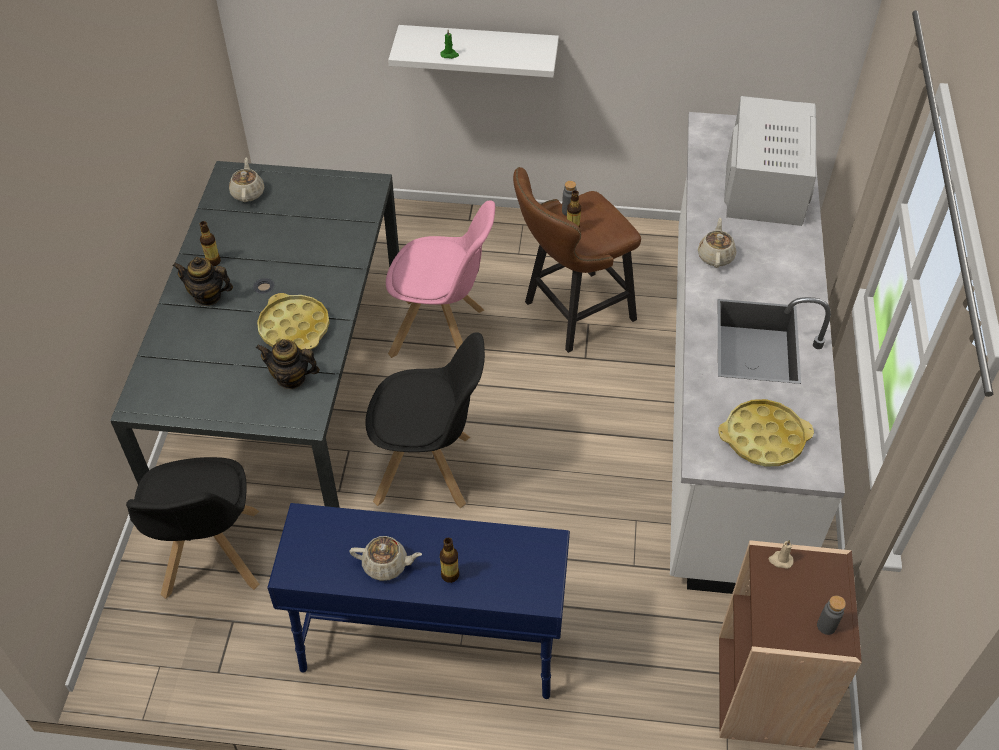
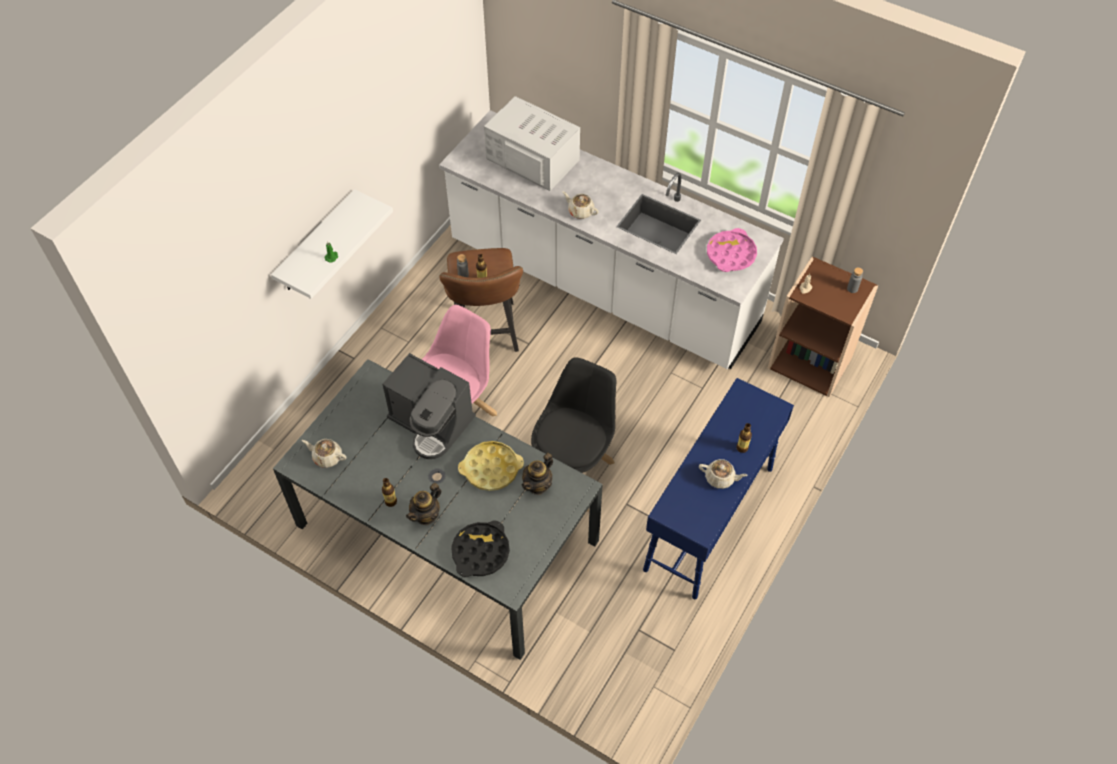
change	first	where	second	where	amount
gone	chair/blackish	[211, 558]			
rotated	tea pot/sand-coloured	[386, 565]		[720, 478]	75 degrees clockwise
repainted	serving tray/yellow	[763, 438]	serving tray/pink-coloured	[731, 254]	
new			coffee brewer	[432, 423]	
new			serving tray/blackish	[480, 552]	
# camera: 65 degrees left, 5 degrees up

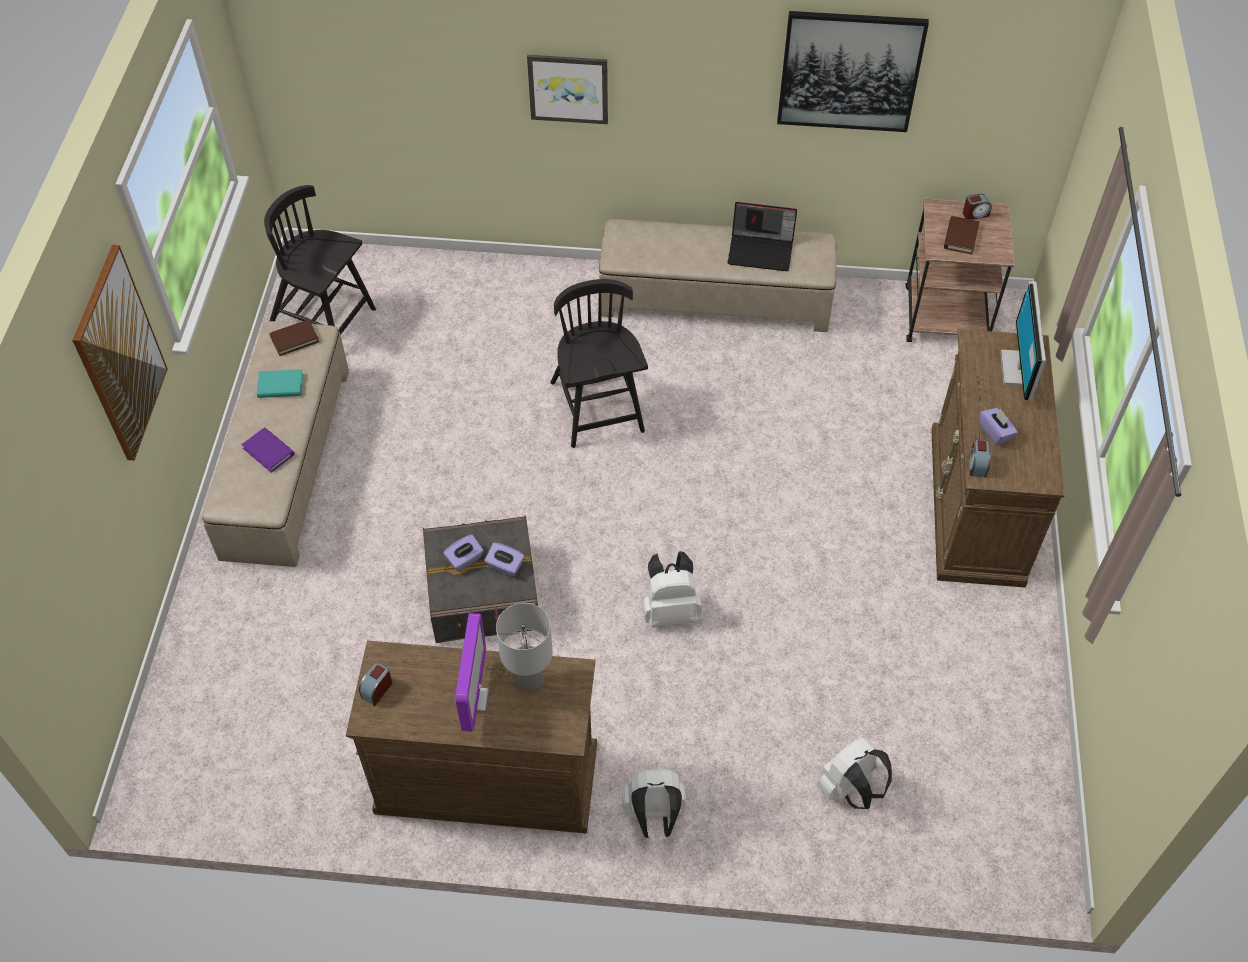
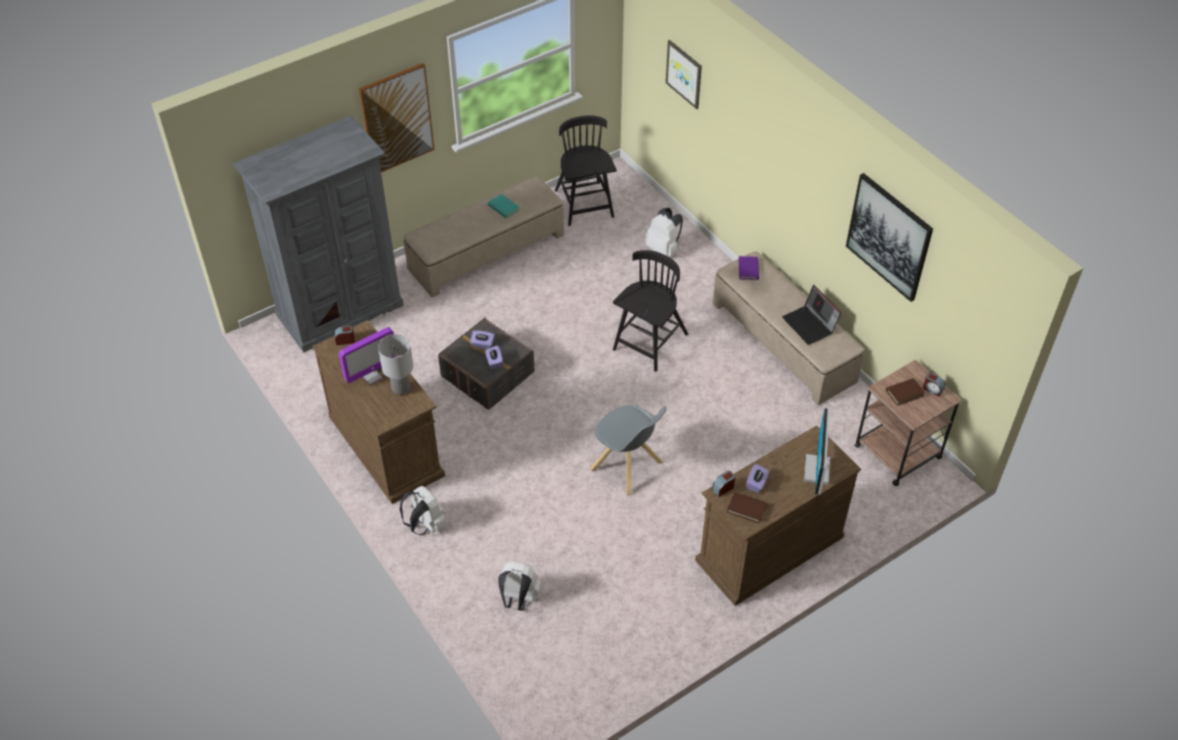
change	first	where	second	where	amount
shifted	volume/purple	[269, 451]		[748, 269]	
shifted	volume/brownish	[294, 339]		[746, 508]	
shifted	wall picture	[568, 88]		[684, 74]	
shifted	rucksack/whitish	[670, 611]		[663, 249]	
rotated	monitor	[1020, 369]		[818, 470]	45 degrees counterclockwise
new			armoire/grey	[340, 310]	
new			chair/grey	[628, 467]	
# camera: 50 degrees right, 5 degrees down

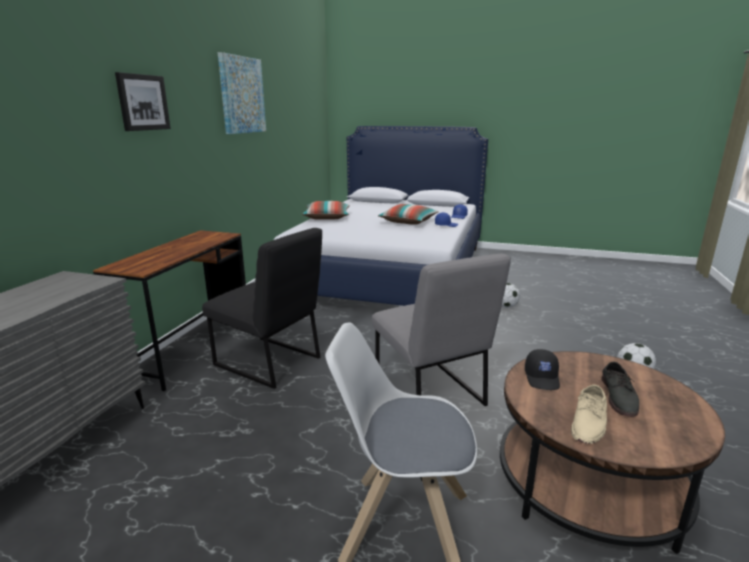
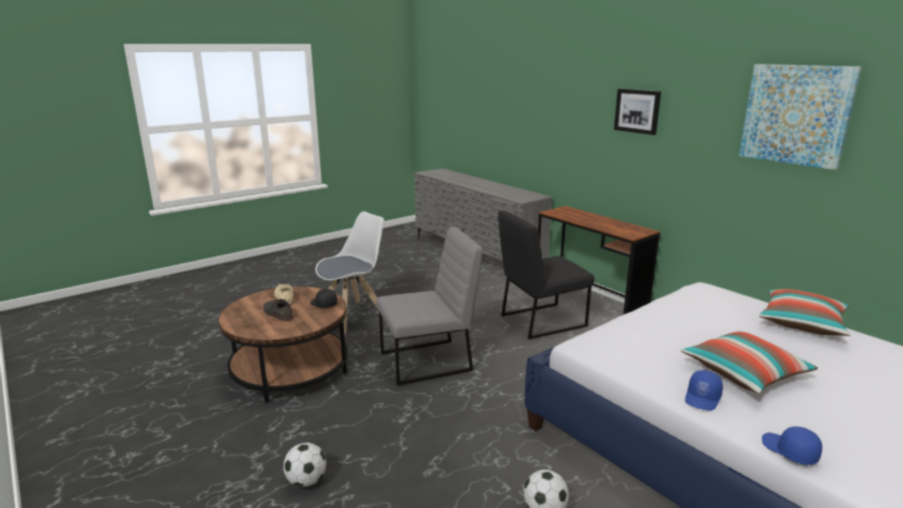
change	first	where	second	where	amount
rotated	chair/grey	[430, 393]		[429, 361]	150 degrees clockwise
# camera: 125 degrees right, 0 degrees up

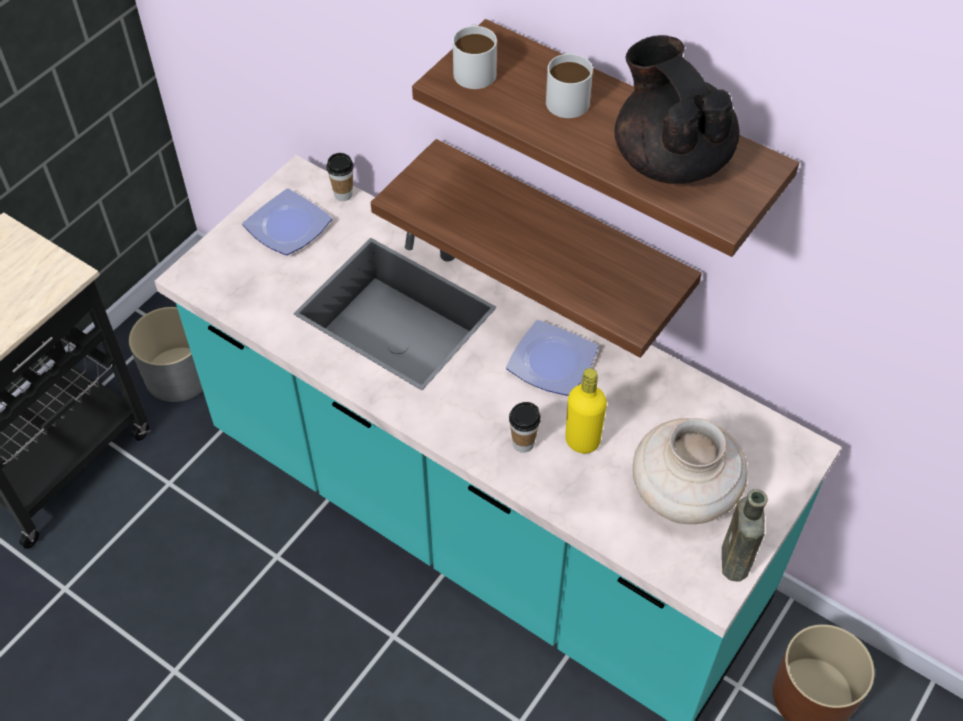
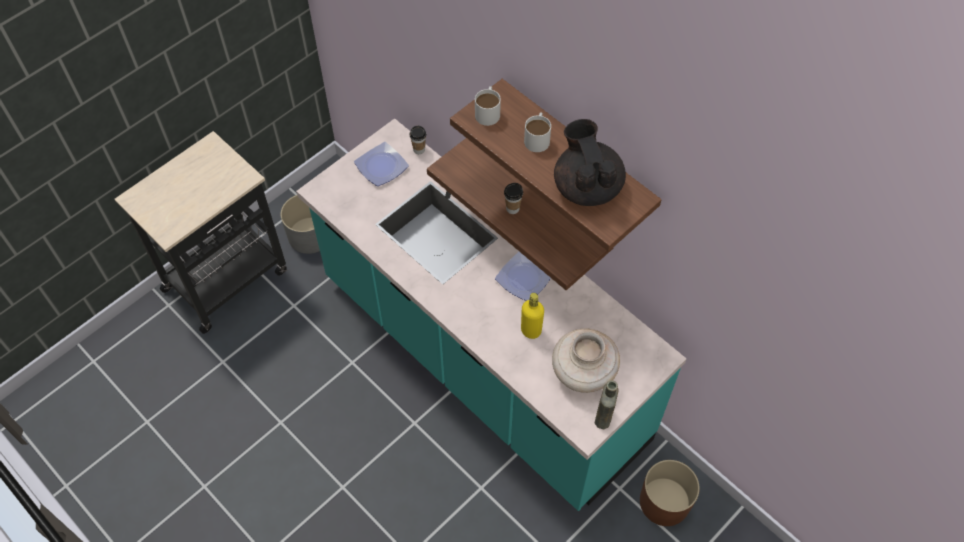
change	first	where	second	where	amount
shifted	small cup	[523, 443]		[512, 208]	
# camera: 10 degrees right, 5 degrees up

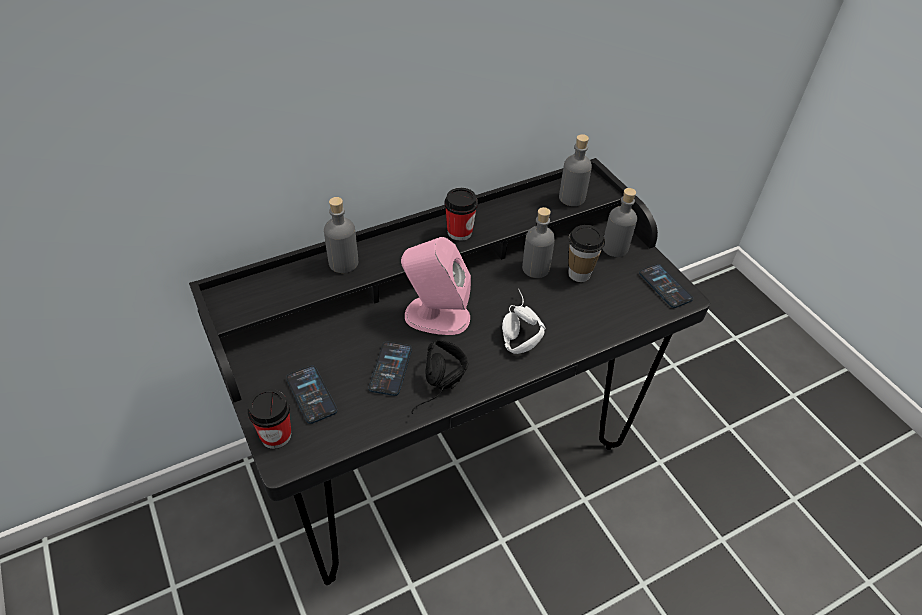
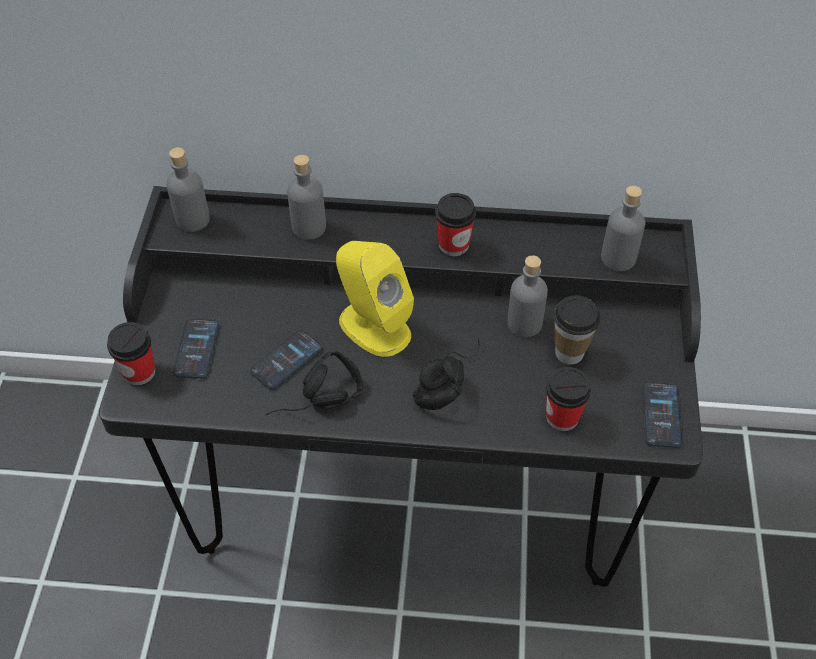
change	first	where	second	where	amount
repainted	speaker/pink-coloured	[436, 316]	speaker/yellow	[374, 326]	
repainted	headphones/whitish	[514, 327]	headphones/blackish	[445, 378]	
shifted	drink bottle/grey	[615, 248]		[192, 219]	
new			small cup	[562, 417]	
# camera: 35 degrees right, 5 degrees up

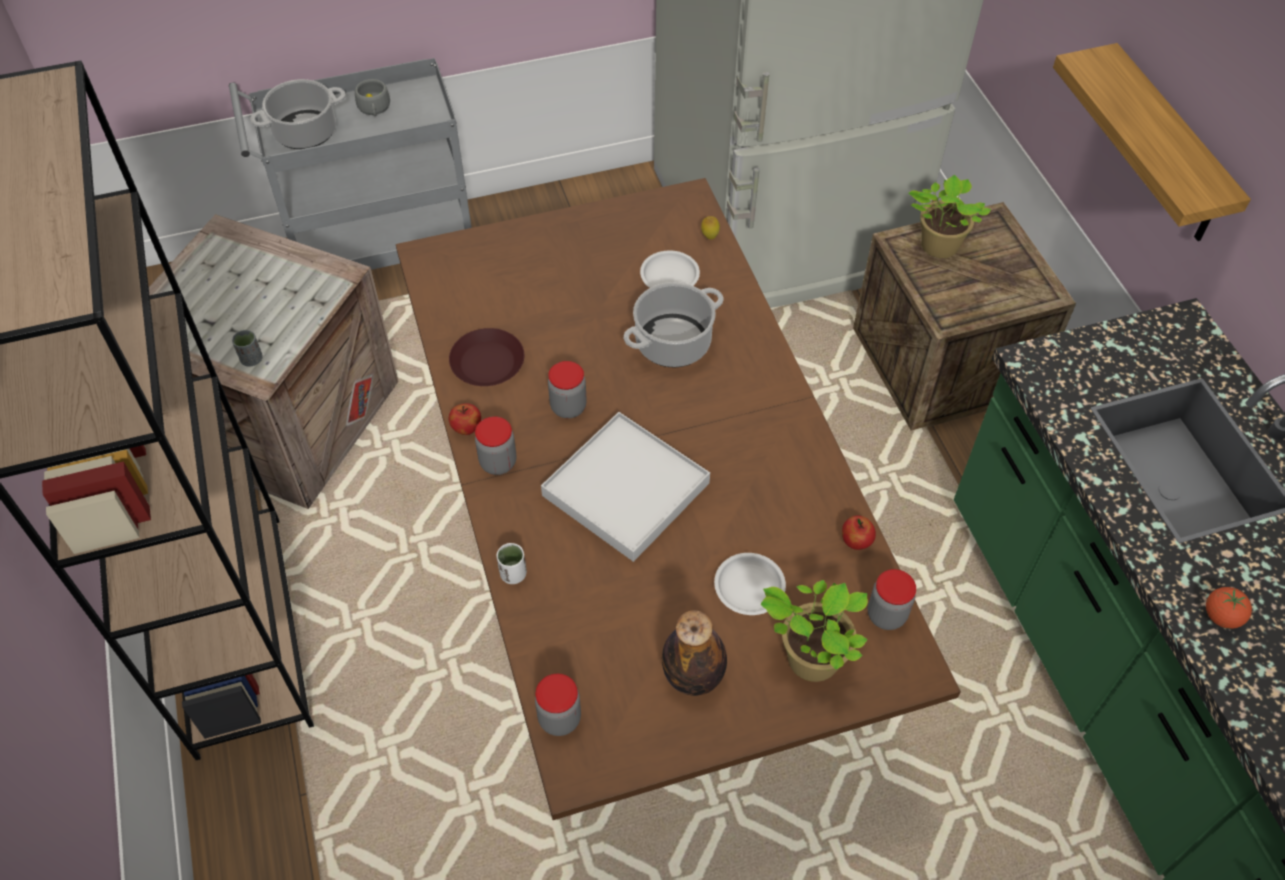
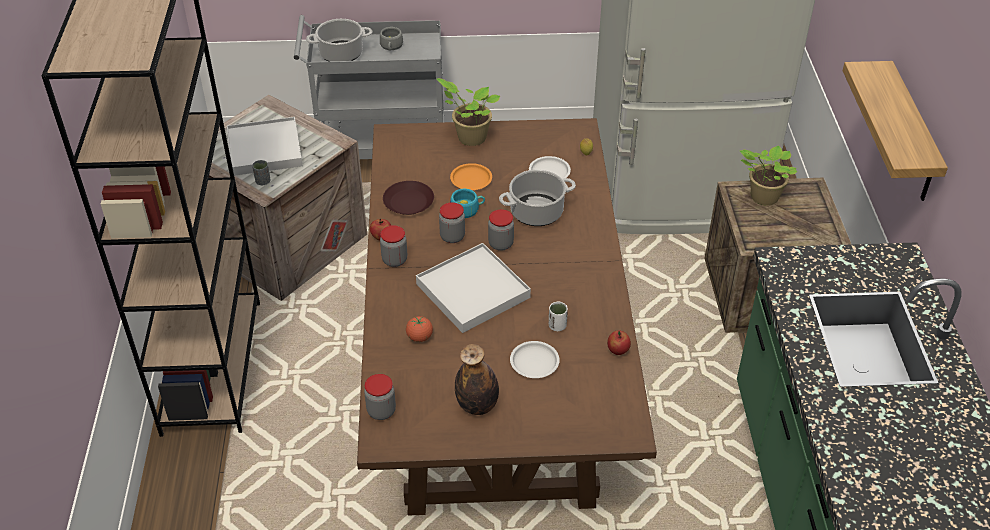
change	first	where	second	where	amount
shifted	small cup/whitish	[513, 574]		[557, 326]	
shifted	houseplant	[808, 659]		[469, 137]	
shifted	jar	[886, 615]		[501, 244]	
shifted	tomato	[1221, 616]		[419, 337]	
new			serving tray/whitish	[265, 150]	
new			flat dish/orange-coloured	[471, 179]	
new			small cup/turquoise-coloured	[468, 209]	
# camera: 15 degrees right, 10 degrees down

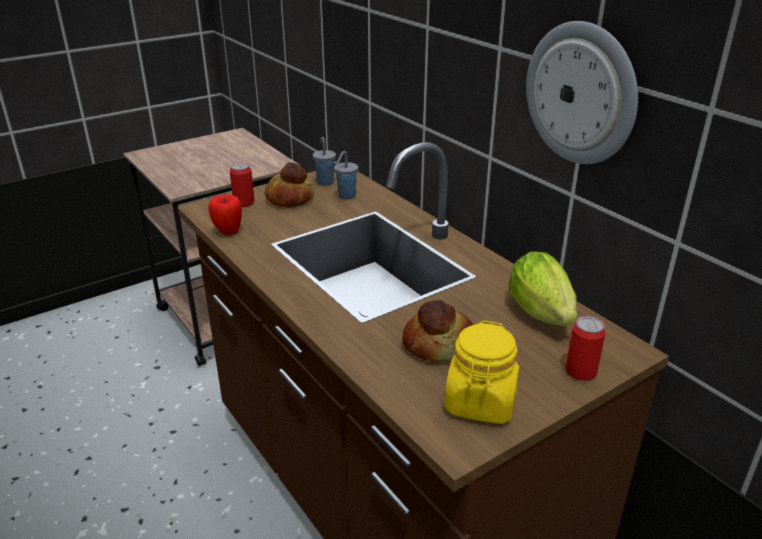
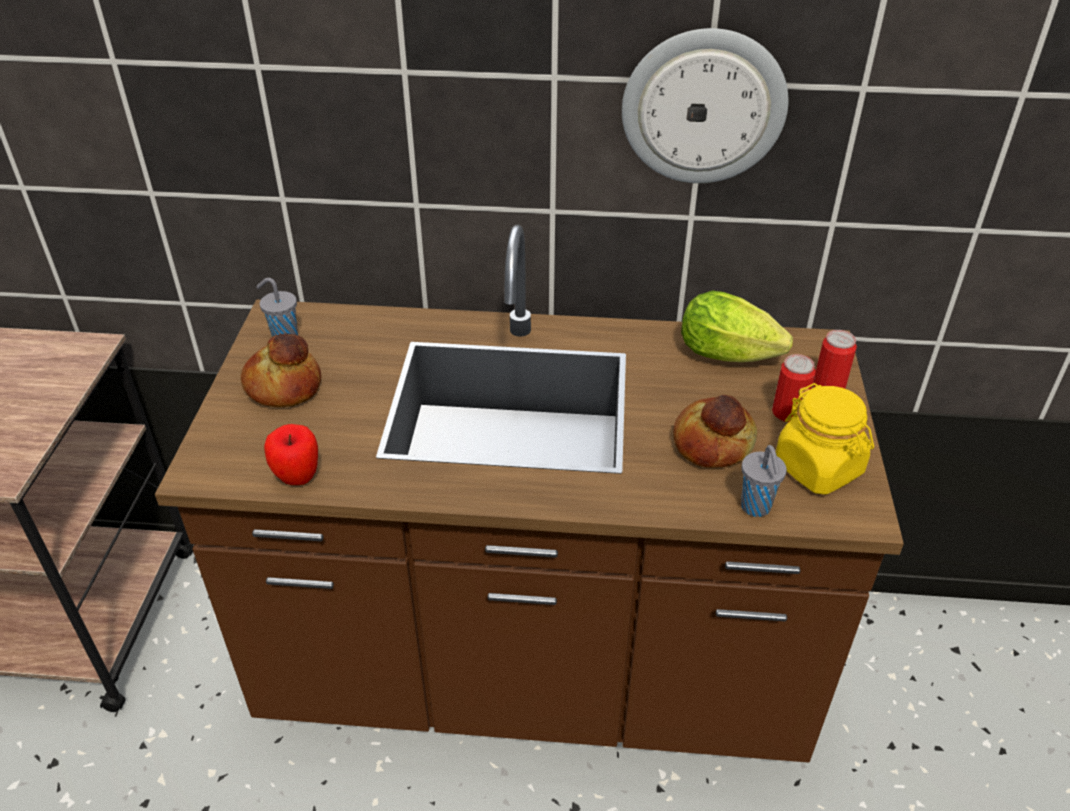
change	first	where	second	where	amount
shifted	can	[244, 202]		[788, 412]	
shifted	small cup/grey	[346, 196]		[756, 508]	
# camera: 50 degrees left, 10 degrees up

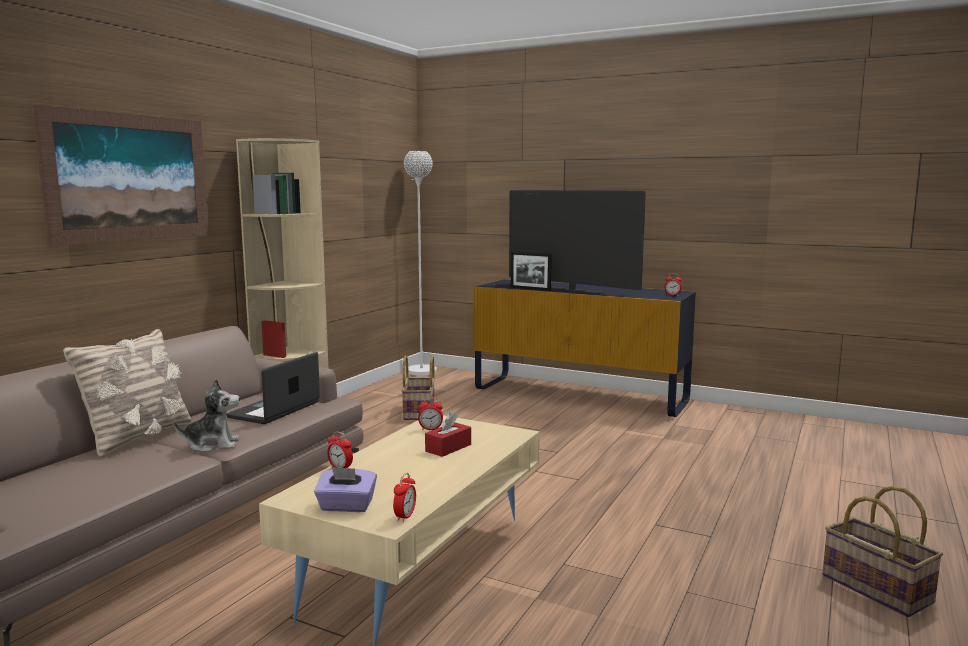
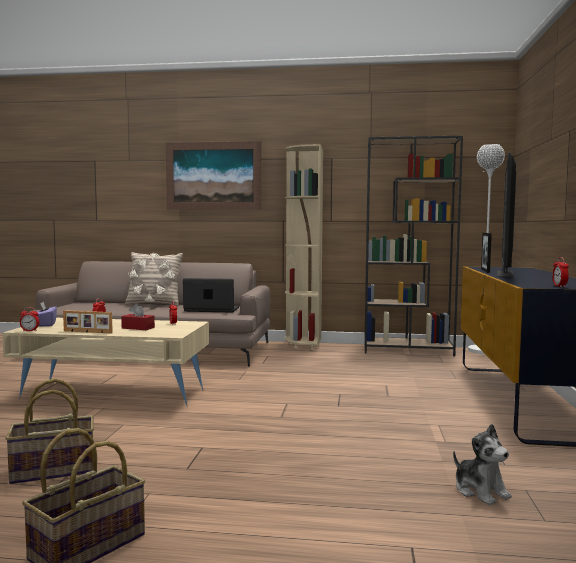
change	first	where	second	where	amount
shifted	plush toy	[212, 445]		[480, 491]	
shifted	storage basket	[420, 412]		[53, 471]	
new			standing frame	[87, 332]	
new			bookshelf	[408, 350]	
# camera: 70 degrees right, 5 degrees down

